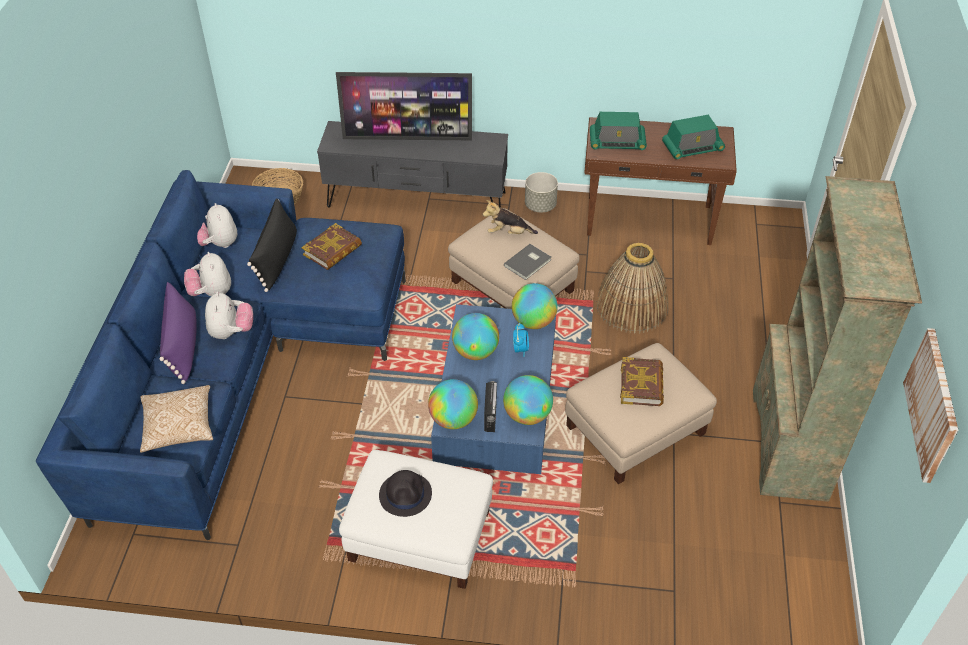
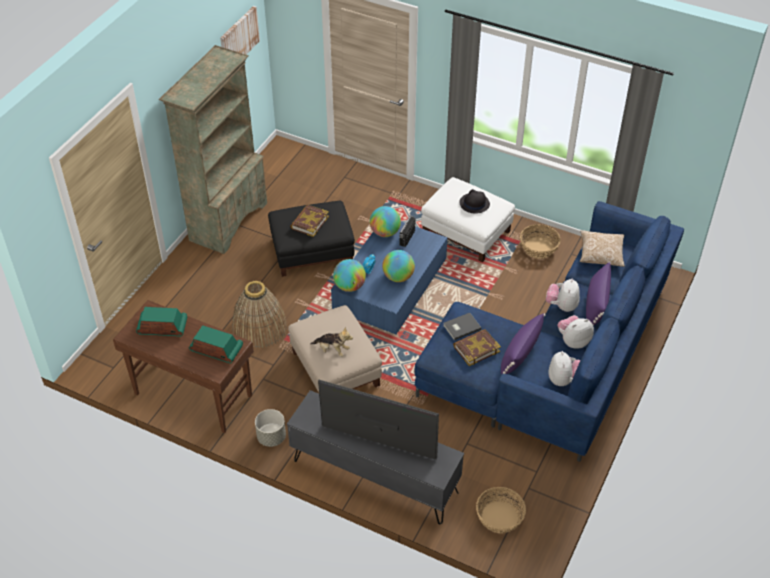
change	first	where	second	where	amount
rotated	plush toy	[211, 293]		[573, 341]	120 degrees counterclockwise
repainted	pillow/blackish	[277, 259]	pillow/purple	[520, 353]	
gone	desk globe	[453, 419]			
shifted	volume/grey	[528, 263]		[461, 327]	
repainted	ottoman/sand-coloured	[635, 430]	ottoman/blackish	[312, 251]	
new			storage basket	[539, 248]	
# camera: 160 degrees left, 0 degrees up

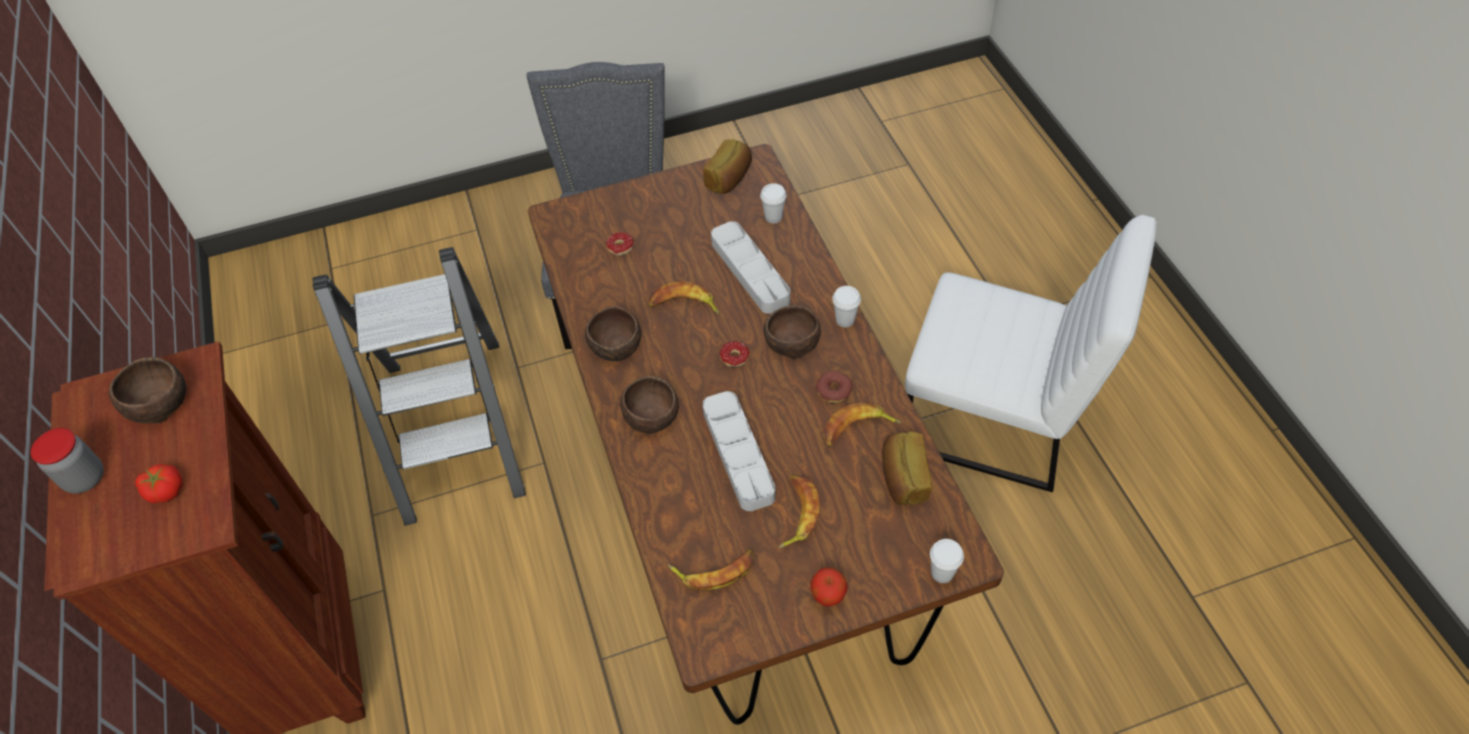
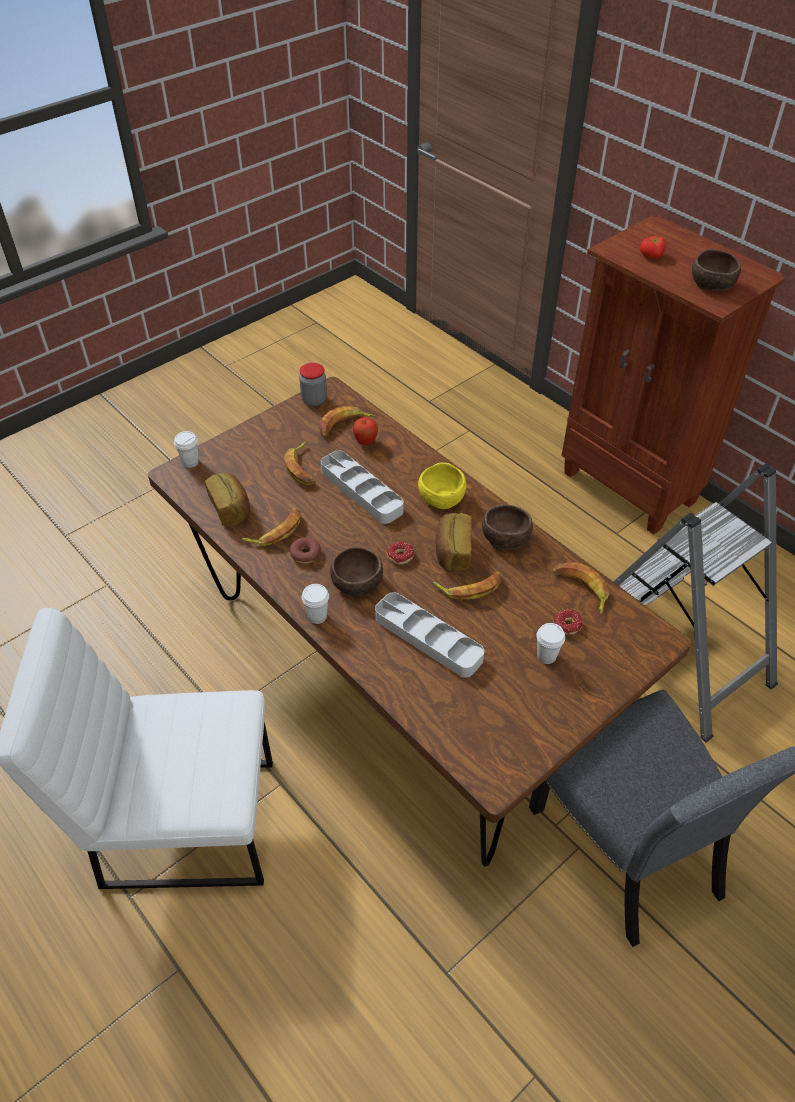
change	first	where	second	where	amount
shifted	jar	[85, 478]		[314, 400]	
repainted	serving bowl/brownish	[652, 414]	serving bowl/yellow	[442, 498]	
shifted	bakery bread	[730, 178]		[452, 552]	
shifted	small cup/whitish	[773, 217]		[546, 656]	
shifted	apple	[828, 597]		[365, 442]	
new			banana	[581, 589]	
# camera: 155 degrees right, 5 degrees down

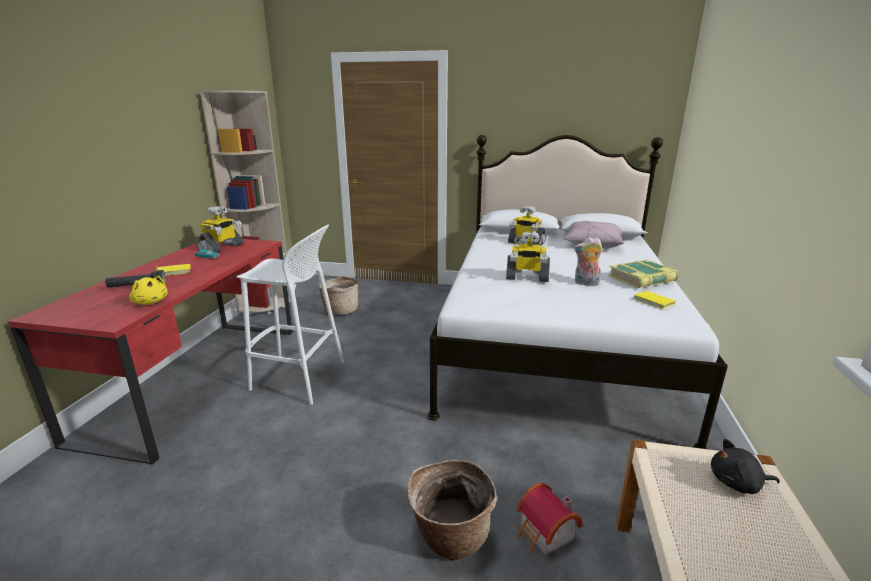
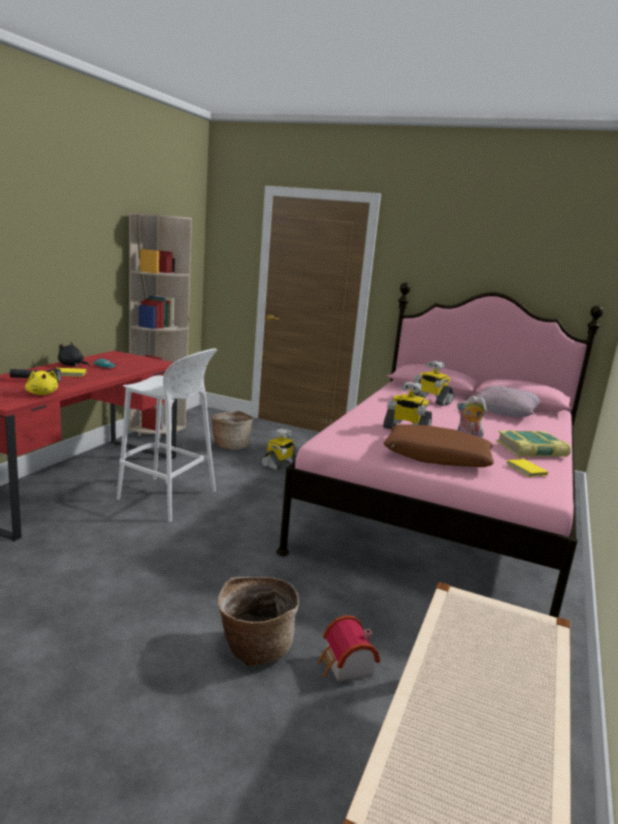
change	first	where	second	where	amount
shifted	robot figure	[221, 248]		[279, 464]	
repainted	sleeping bed/whitish	[554, 345]	sleeping bed/pink-coloured	[442, 514]	
shifted	plush toy/blackish	[737, 483]		[72, 365]	
new			pillow/brownish	[437, 457]	
# camera: 10 degrees right, 5 degrees down

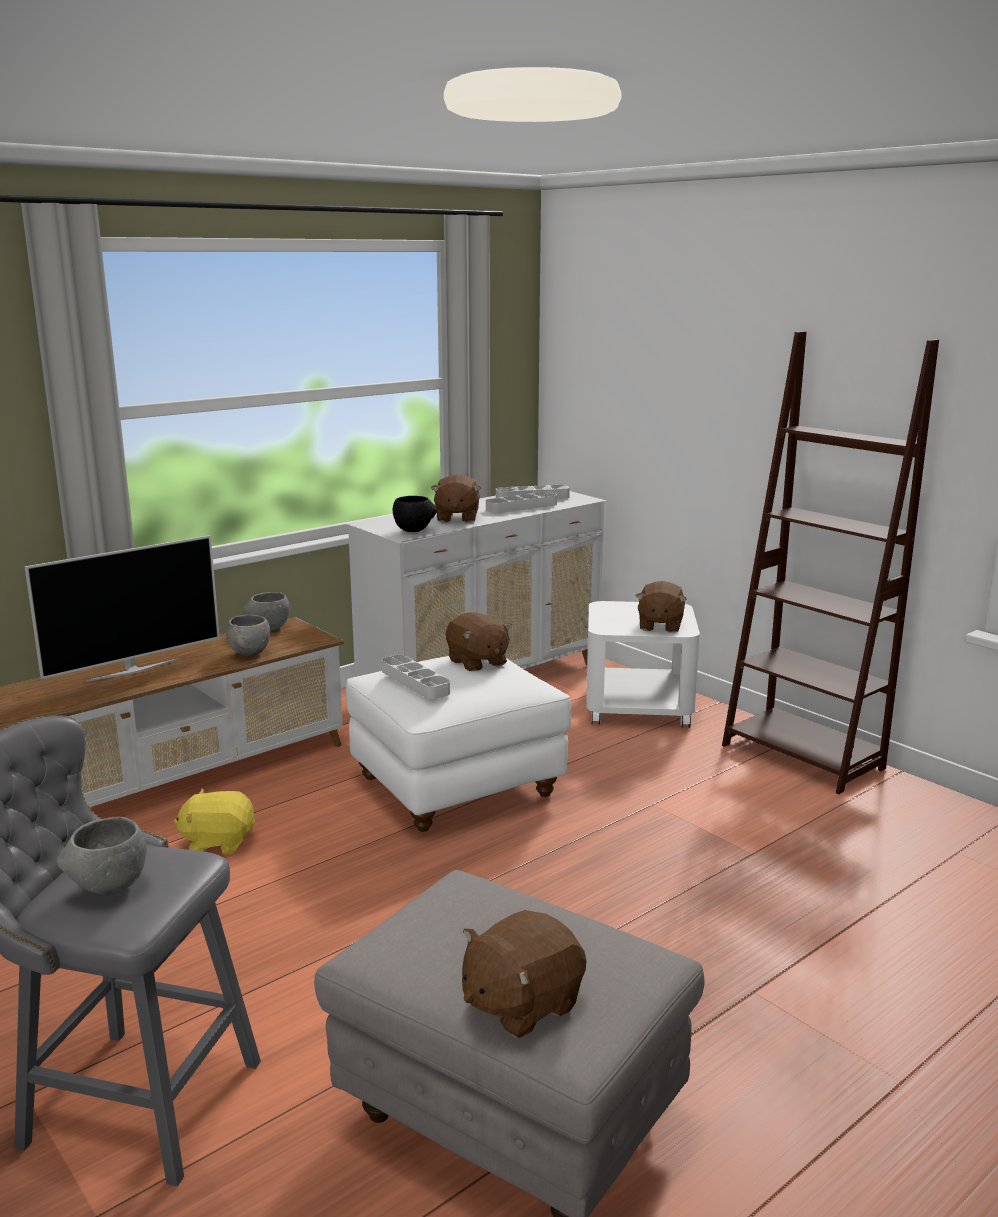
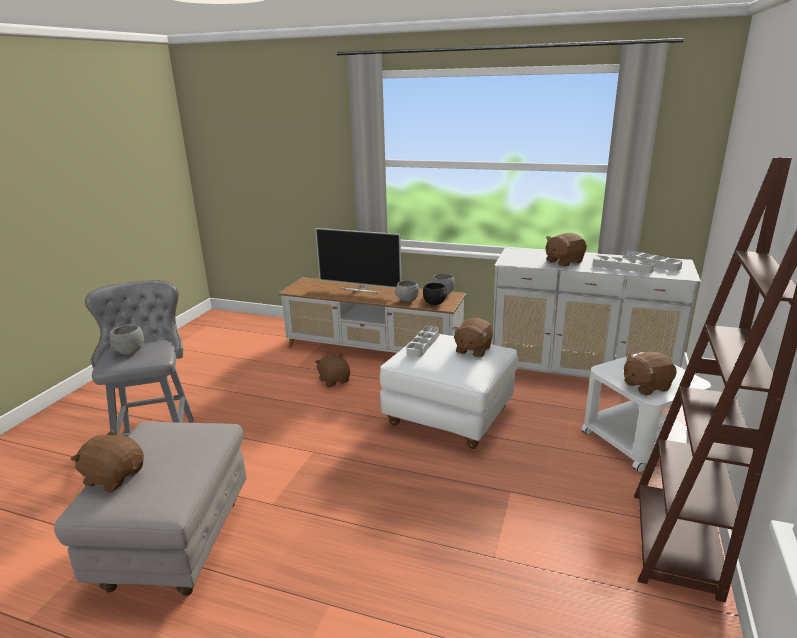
change	first	where	second	where	amount
repainted	plush toy/yellow	[218, 842]	plush toy/brownish	[334, 380]	
shifted	serving bowl/blackish	[414, 531]		[435, 304]	
# camera: 60 degrees right, 5 degrees up

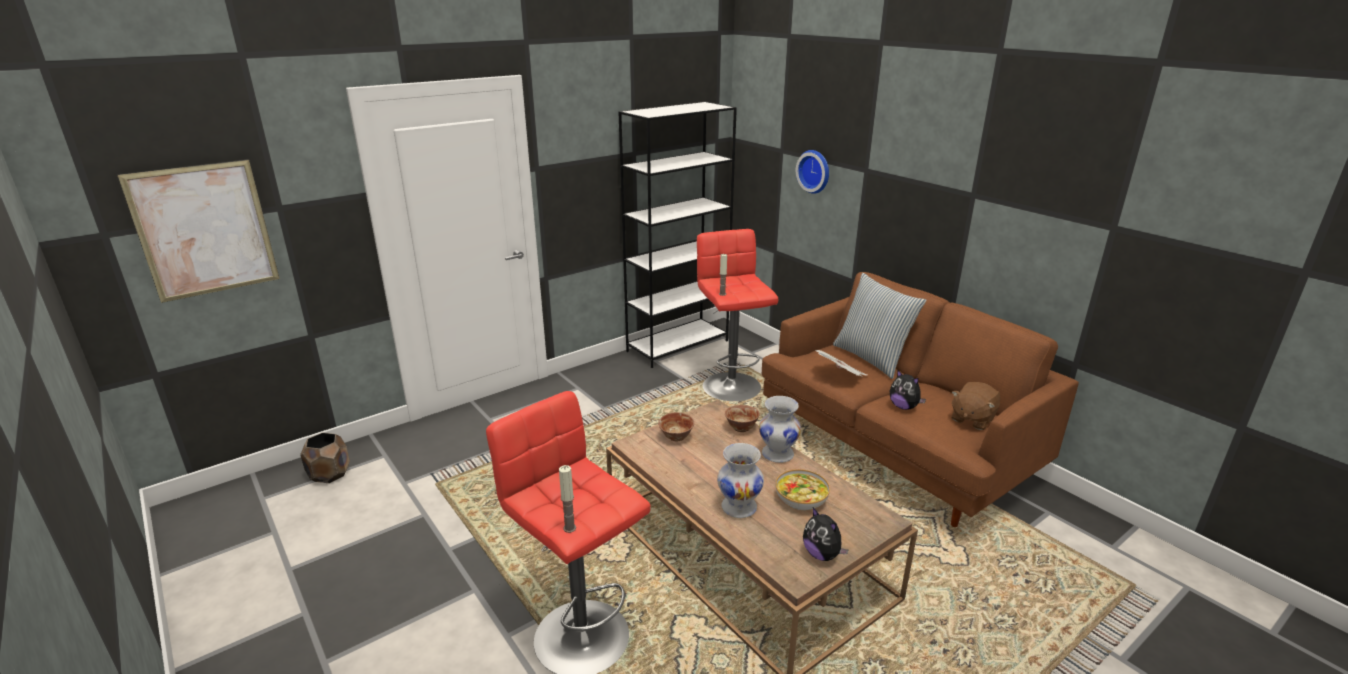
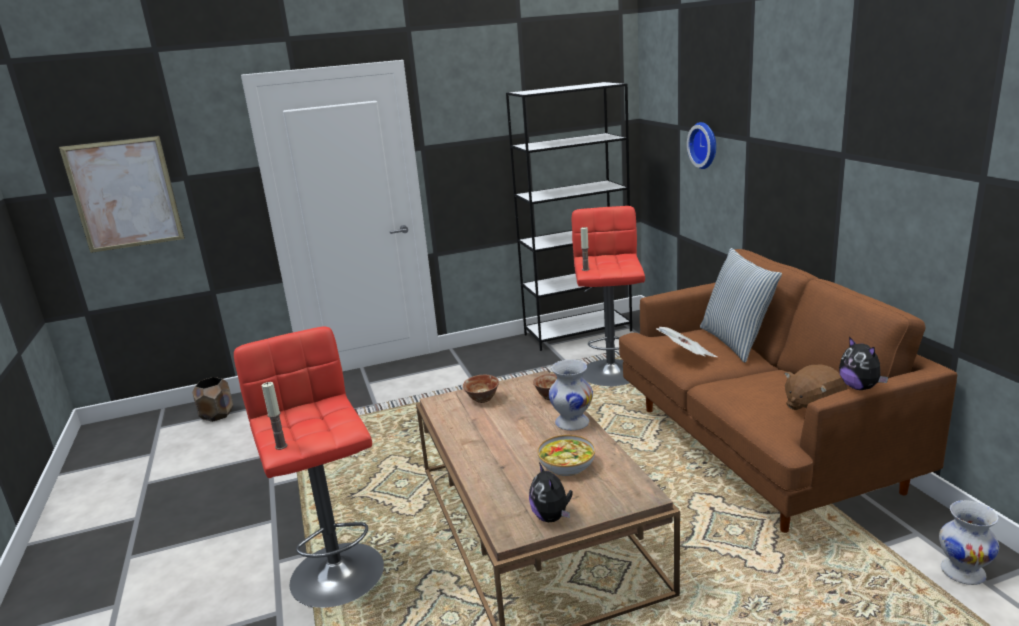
change	first	where	second	where	amount
shifted	decorative vase/whitish	[738, 507]		[962, 572]	
shifted	plush toy	[904, 407]		[859, 387]	
# camera: 20 degrees right, 5 degrees down

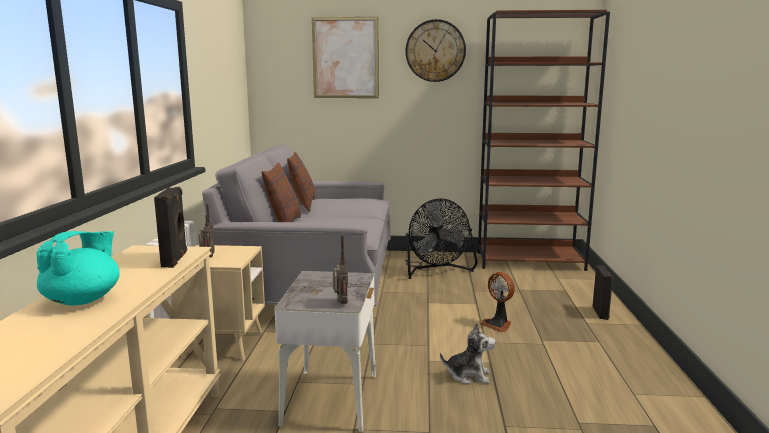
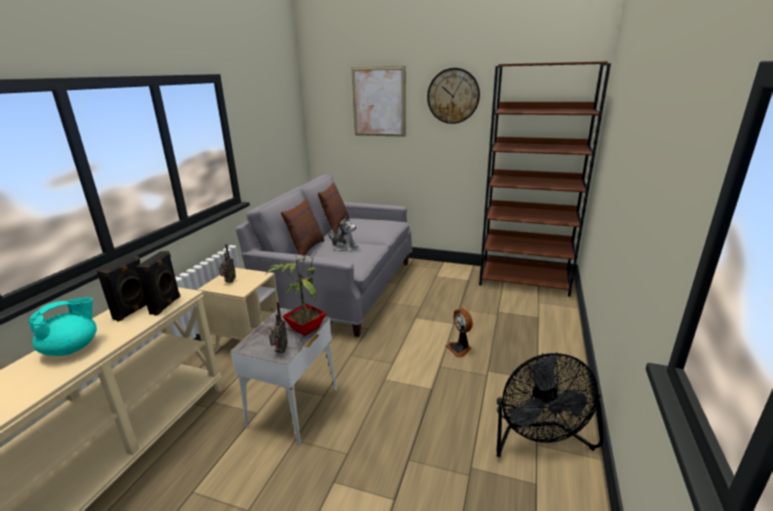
change	first	where	second	where	amount
shifted	electric fan/blackish	[433, 270]		[534, 437]	
shifted	plush toy	[468, 375]		[344, 247]	
shifted	speaker/blackish	[601, 313]		[133, 311]	
new			houseplant	[304, 328]	
# camera: 15 degrees right, 10 degrees up

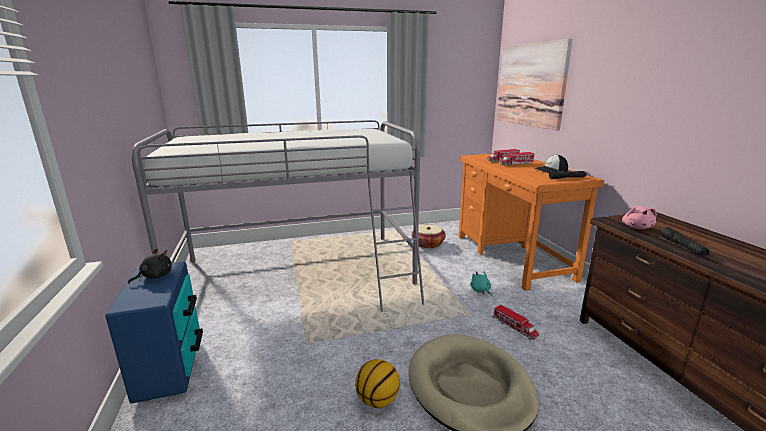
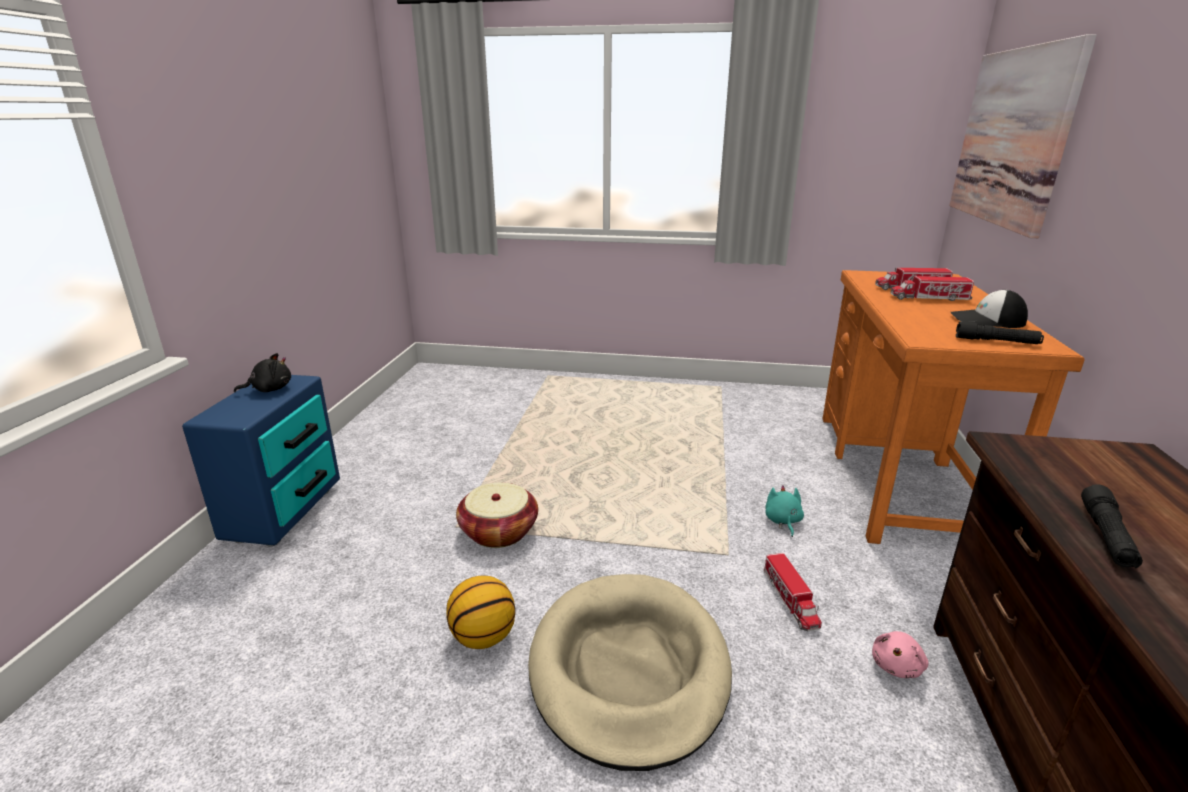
change	first	where	second	where	amount
gone	sleeping bed/grey	[300, 272]			
shifted	storage basket	[428, 244]		[499, 532]	
shifted	plush toy/pink-coloured	[636, 227]		[897, 665]	
# camera: 25 degrees right, 5 degrees up

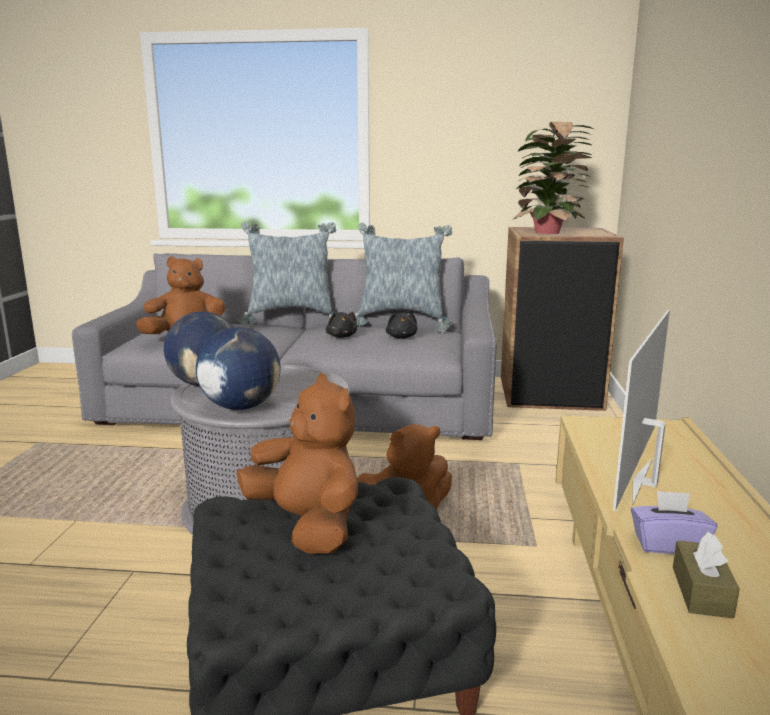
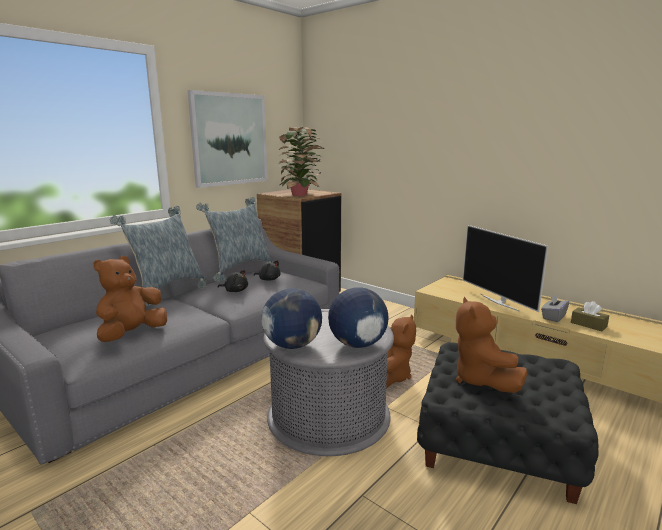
change	first	where	second	where	amount
rotated	plush toy/brownish	[307, 525]		[481, 380]	90 degrees counterclockwise
repainted	tissue holder/purple	[668, 544]	tissue holder/grey	[553, 317]	
new			wall picture	[230, 139]	
# camera: 55 degrees left, 0 degrees up

